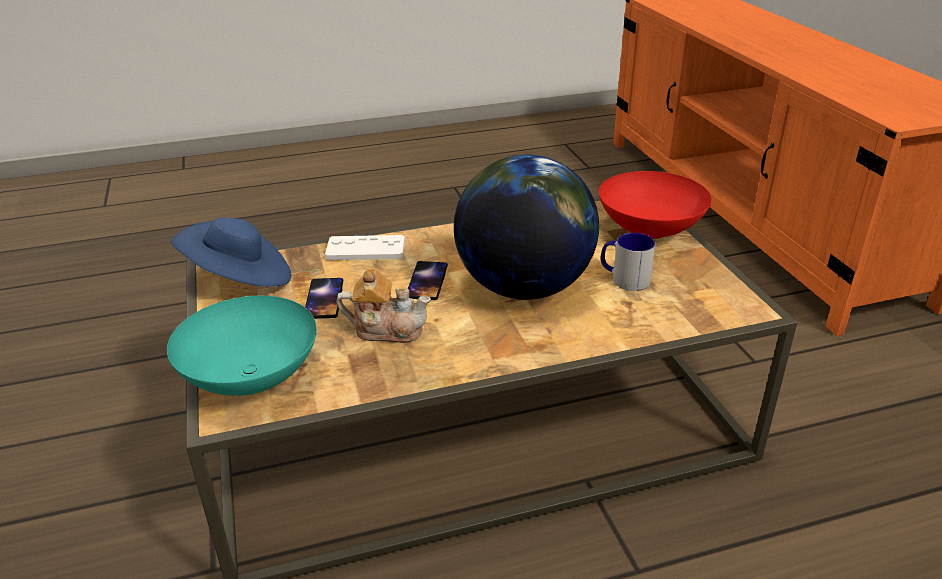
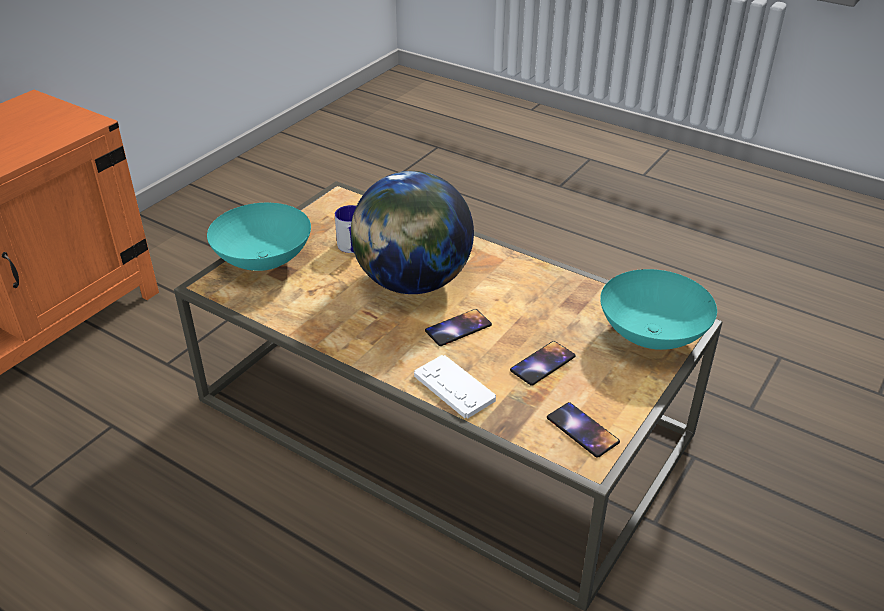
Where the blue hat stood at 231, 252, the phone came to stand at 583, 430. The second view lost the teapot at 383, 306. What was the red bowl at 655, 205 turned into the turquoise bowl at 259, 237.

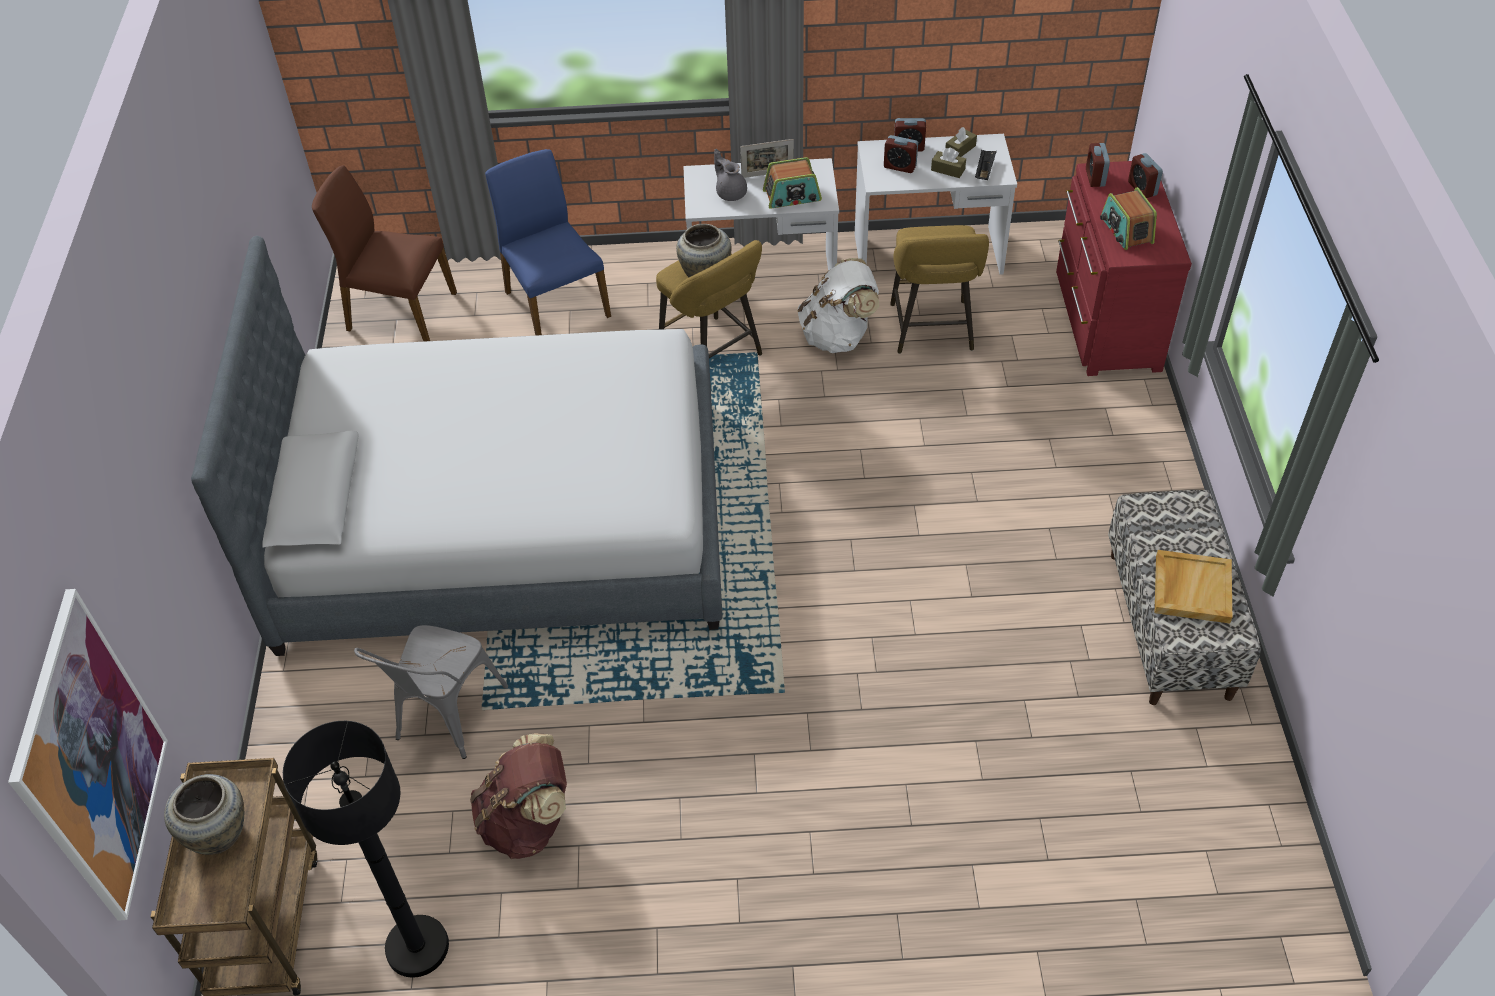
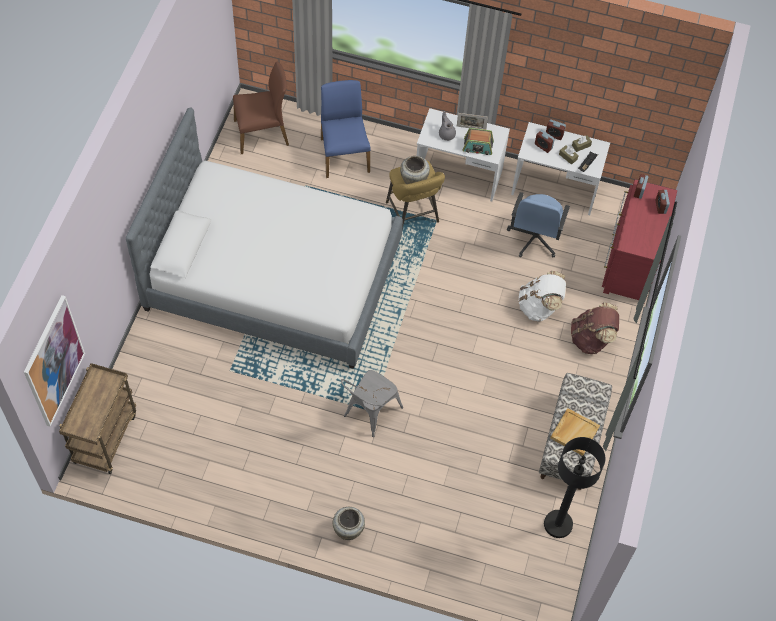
The beige vase ended up elsewhere, having gone from 204, 814 to 349, 523. The black floor lamp ended up elsewhere, having gone from 366, 849 to 574, 487. The brown chair at 384, 253 ended up facing another way, 135 degrees clockwise from before. The grey chair ended up elsewhere, having gone from 431, 692 to 372, 403. The brown backpack ended up elsewhere, having gone from 518, 796 to 595, 328. The white backpack ended up elsewhere, having gone from 838, 305 to 542, 296. Where the yellow stool stood at 939, 289, the blue office chair came to stand at 538, 224. The second view lost the radio at 1128, 218.

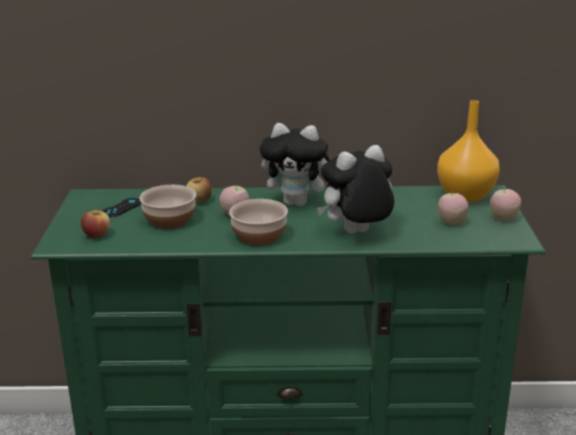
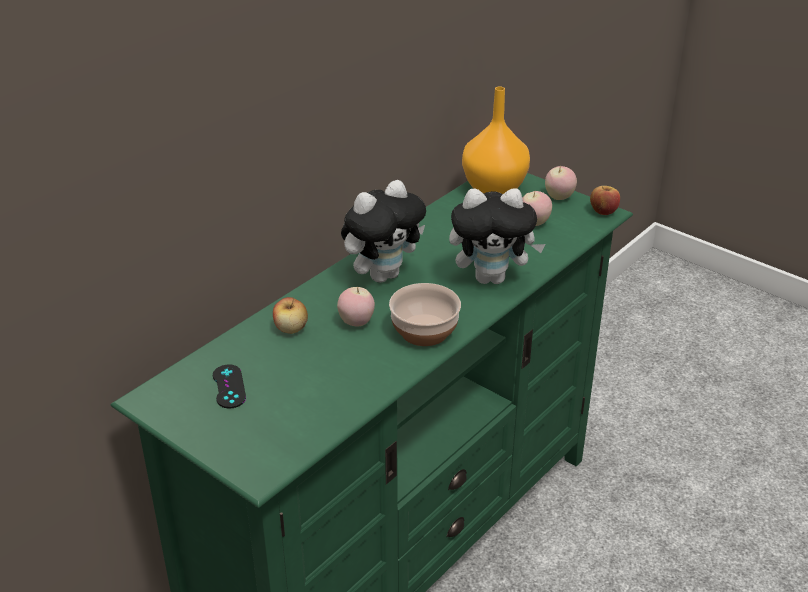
The apple ended up elsewhere, having gone from 95, 223 to 605, 200. The second view lost the bowl at 167, 207. The plush toy at 355, 189 ended up facing another way, 105 degrees counterclockwise from before.

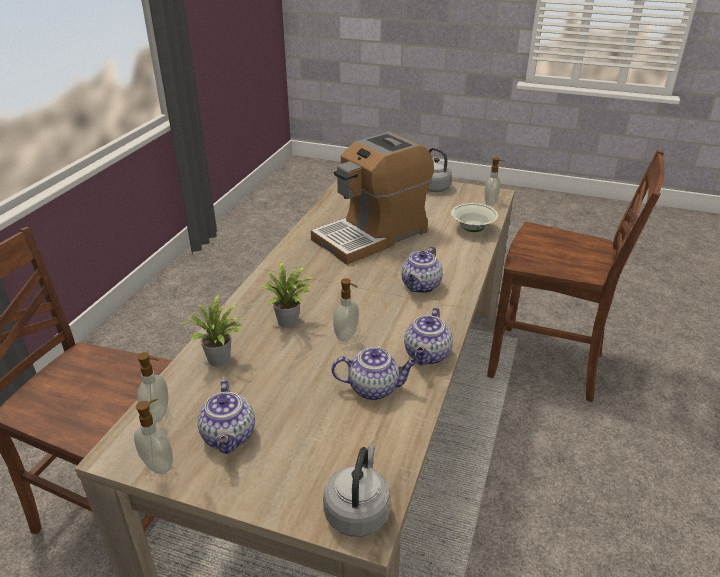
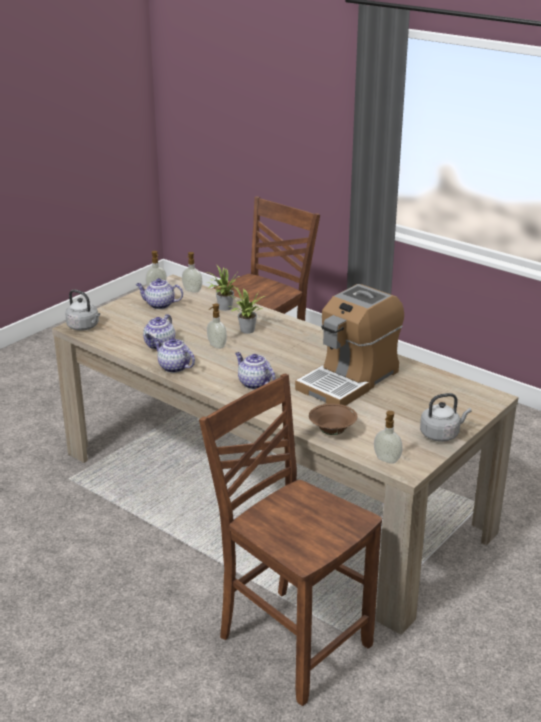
The coffee machine at 372, 198 ended up facing another way, 120 degrees counterclockwise from before. What was the white bowl at 474, 217 turned into the brown bowl at 333, 419. The brown chair at 575, 276 ended up facing another way, 90 degrees clockwise from before.

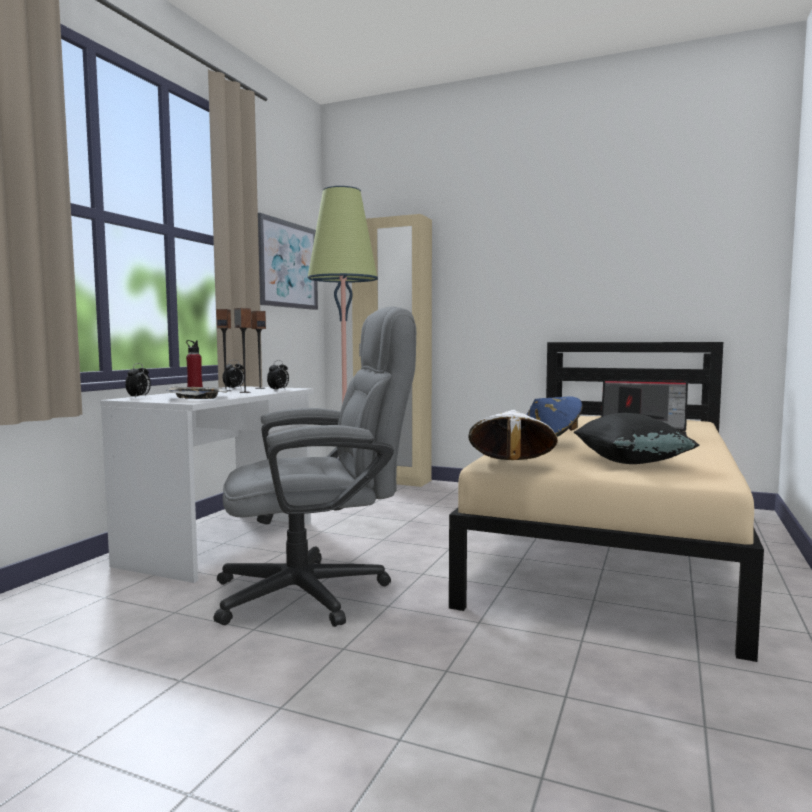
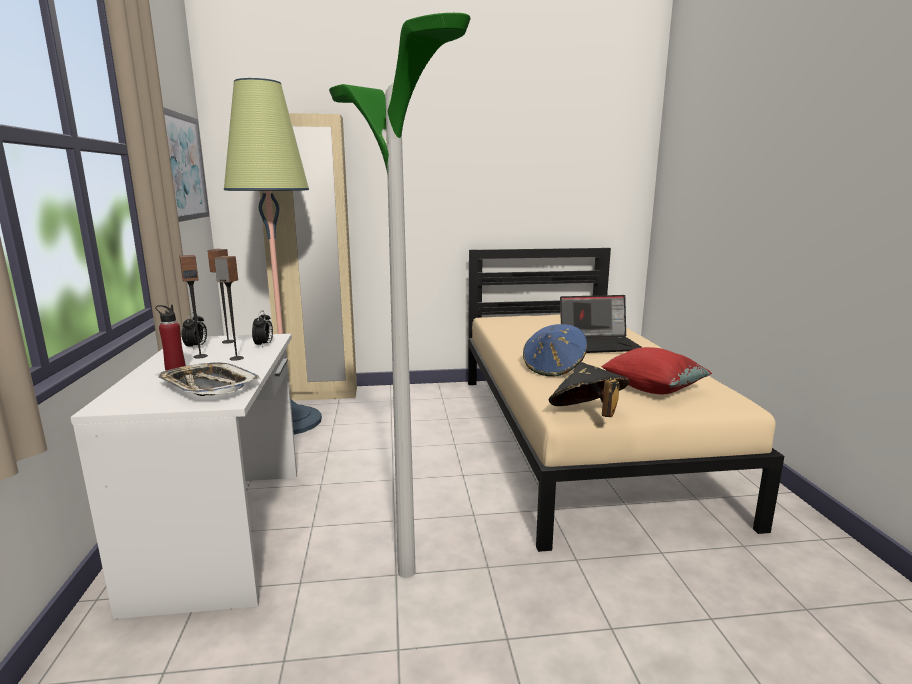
The second view lost the alarm clock at 138, 380. Where the grey office chair stood at 315, 466, the floor lamp came to stand at 400, 295. What was the white hat at 513, 435 turned into the black hat at 588, 389. What was the black pillow at 637, 438 turned into the red pillow at 656, 370.

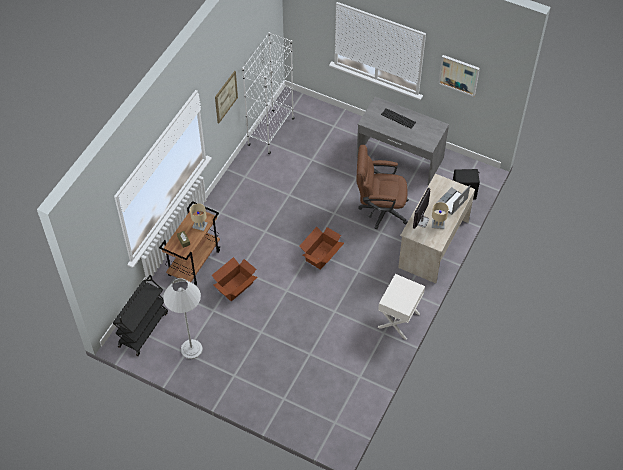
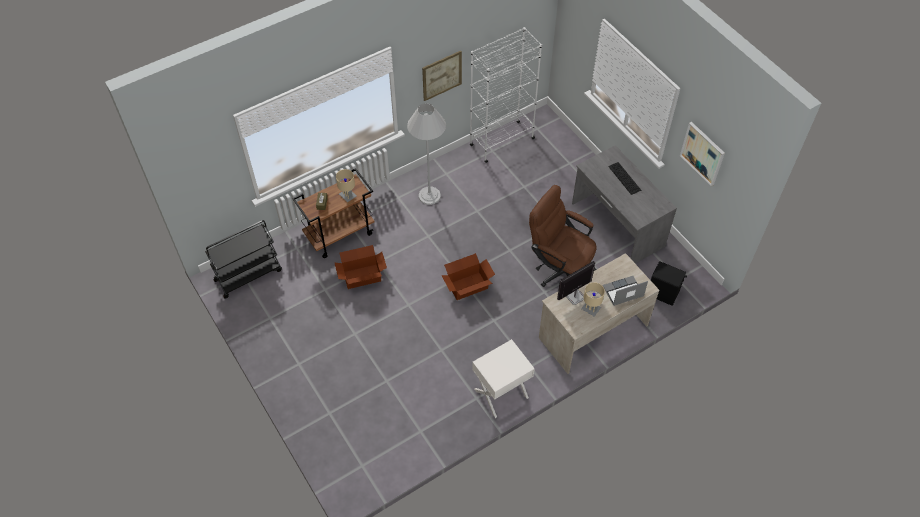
The white floor lamp ended up elsewhere, having gone from 183, 318 to 426, 154.

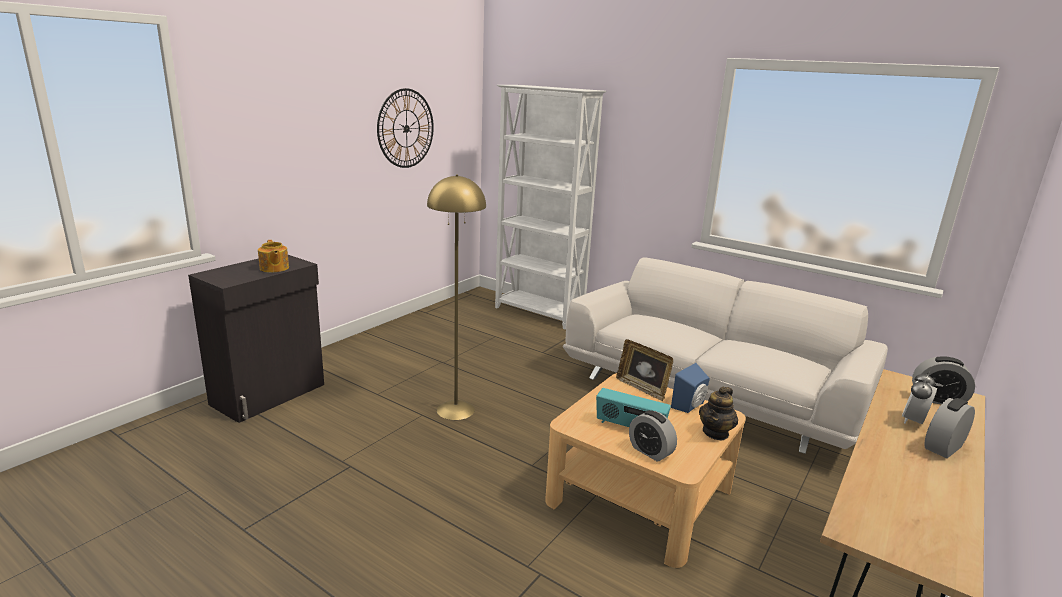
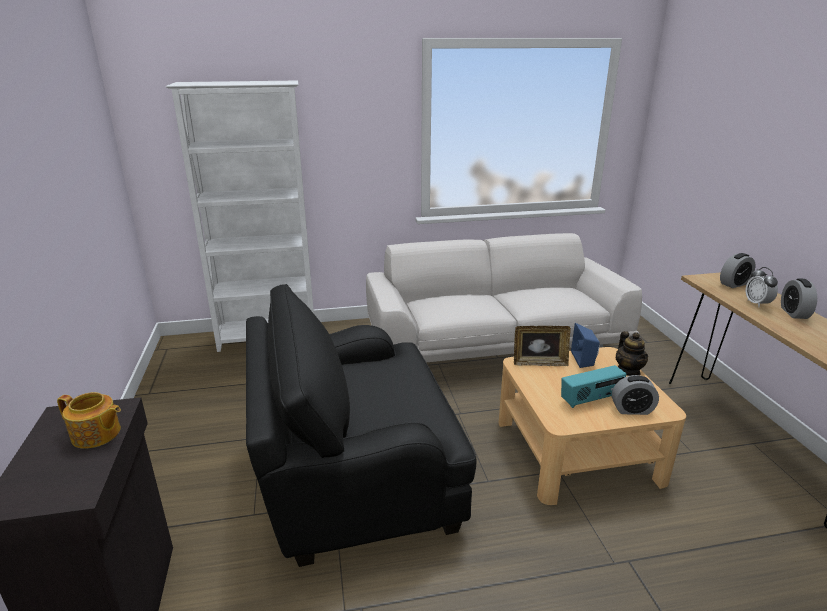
The second view lost the wall clock at 405, 128. Where the yellow floor lamp stood at 456, 297, the black armchair came to stand at 361, 425.

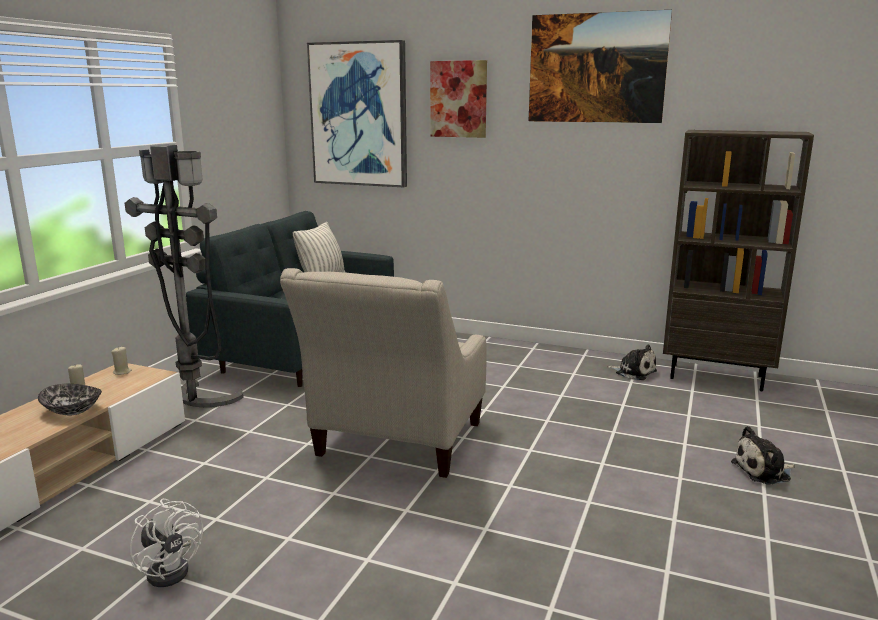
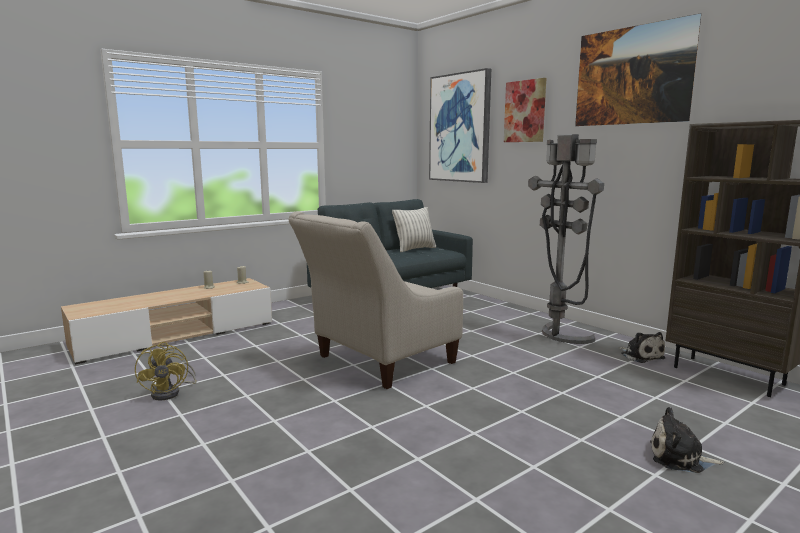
The second view lost the bowl at 70, 399. The grey floor lamp ended up elsewhere, having gone from 184, 275 to 566, 239. What was the white fan at 166, 543 turned into the yellow fan at 166, 371.

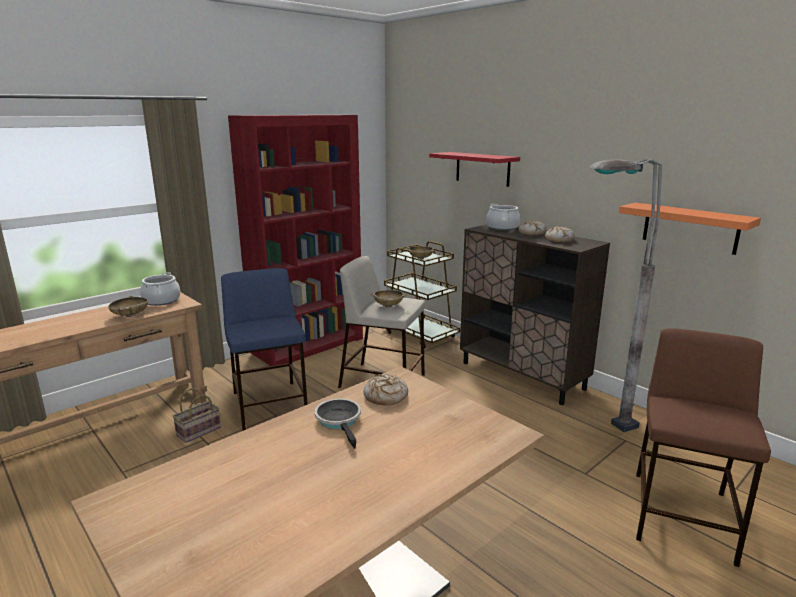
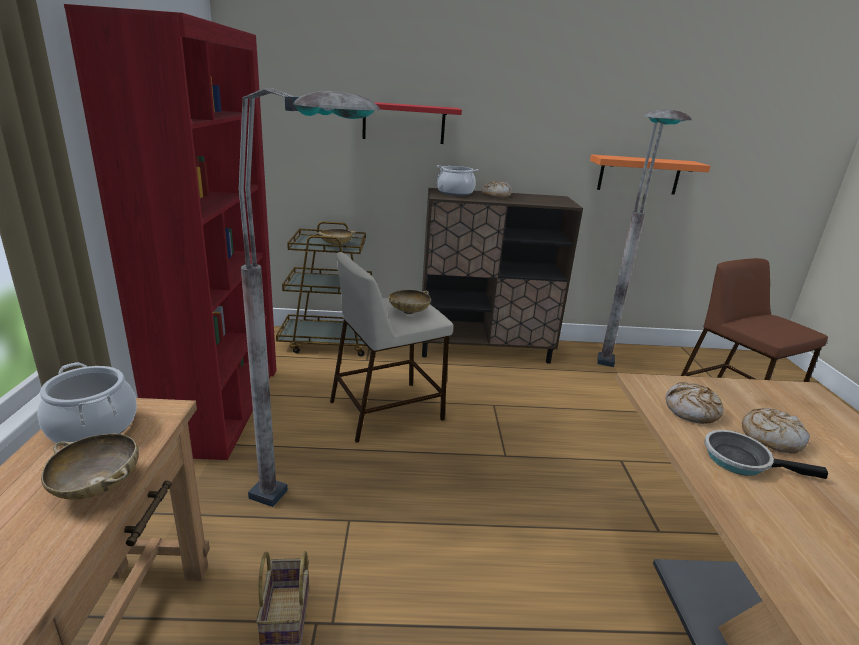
Where the blue stool stood at 264, 349, the grey floor lamp came to stand at 309, 297. The bread ended up elsewhere, having gone from 560, 234 to 776, 430.

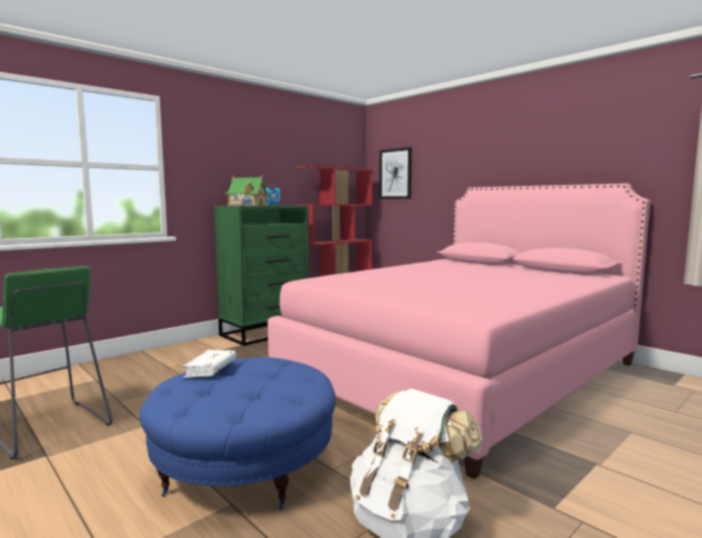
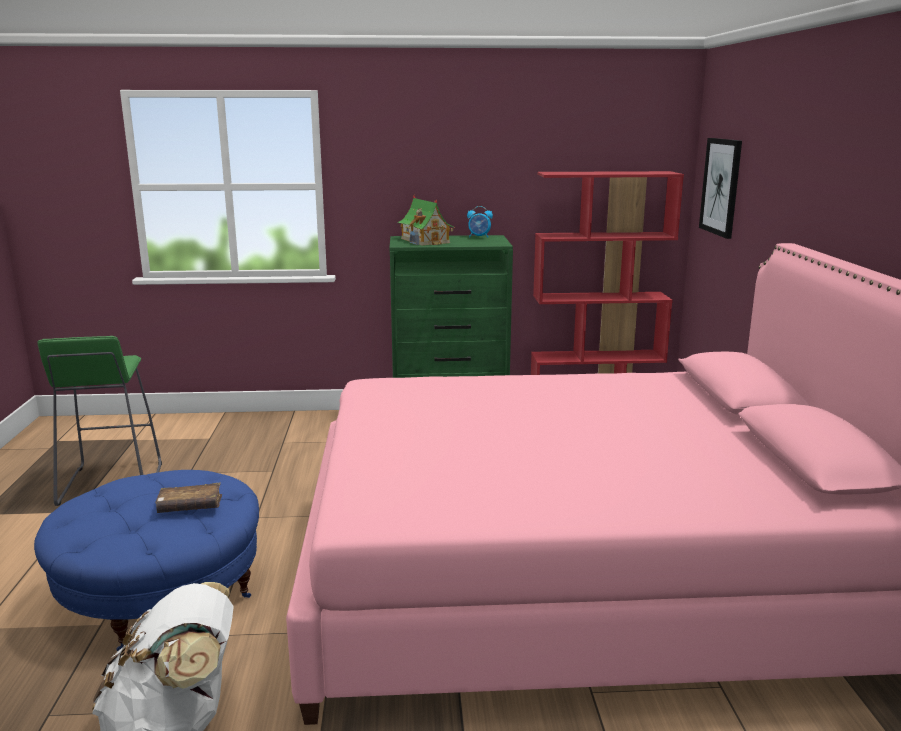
The second view lost the white book at 209, 364. The second view gained the brown book at 188, 498.

